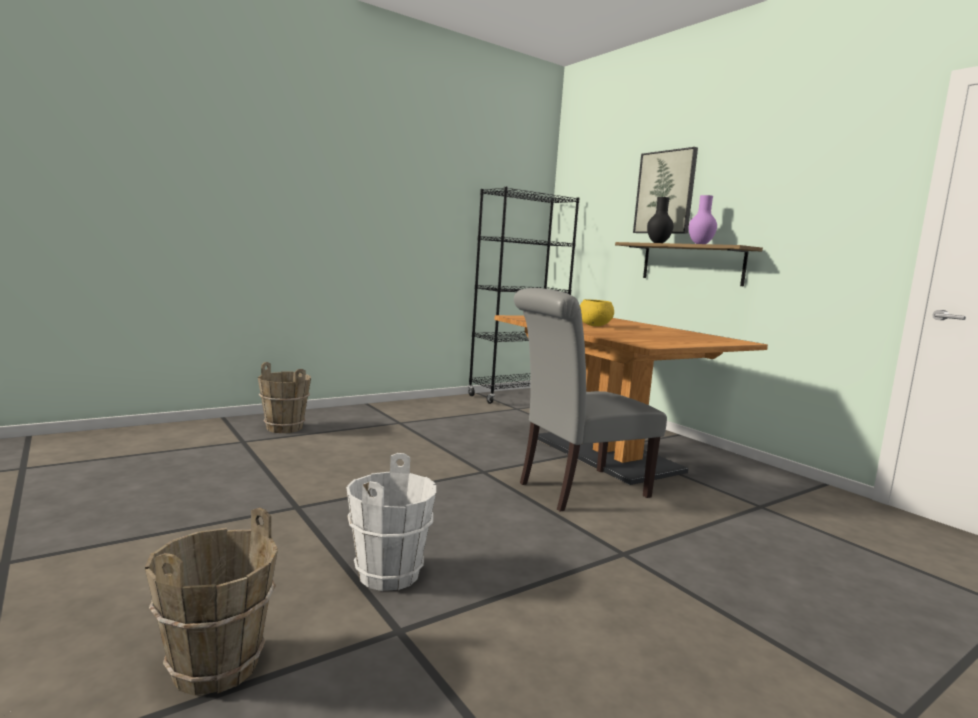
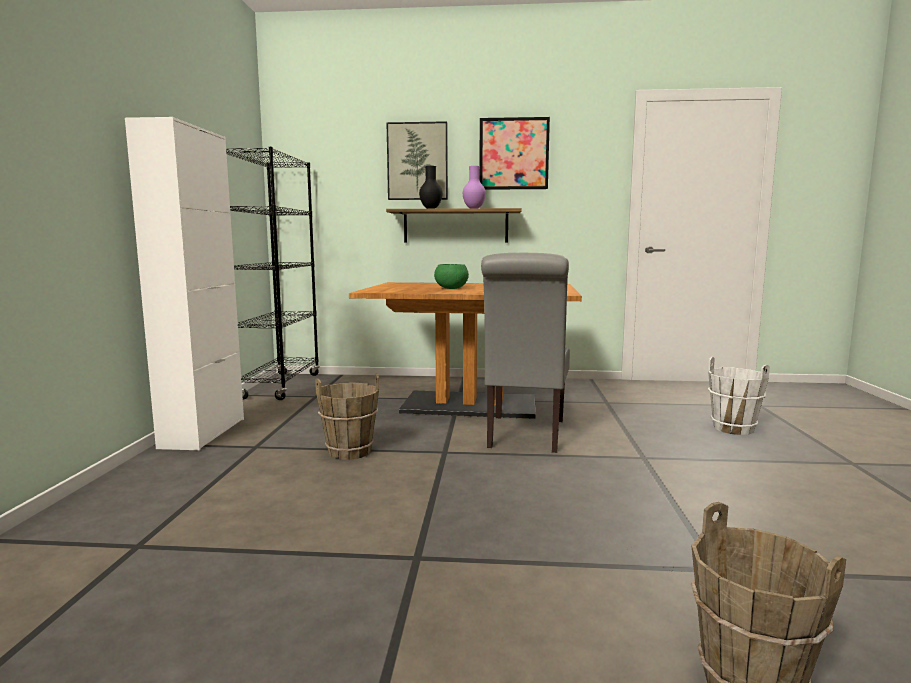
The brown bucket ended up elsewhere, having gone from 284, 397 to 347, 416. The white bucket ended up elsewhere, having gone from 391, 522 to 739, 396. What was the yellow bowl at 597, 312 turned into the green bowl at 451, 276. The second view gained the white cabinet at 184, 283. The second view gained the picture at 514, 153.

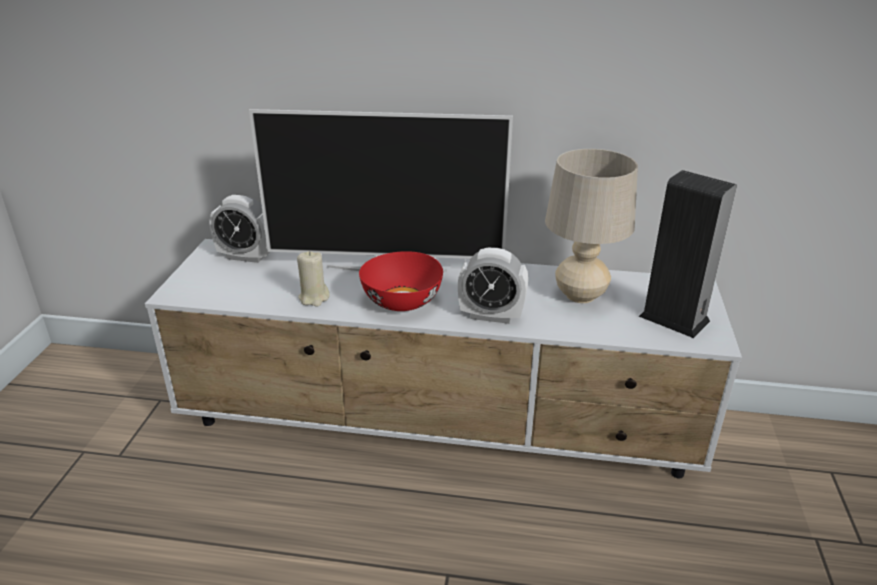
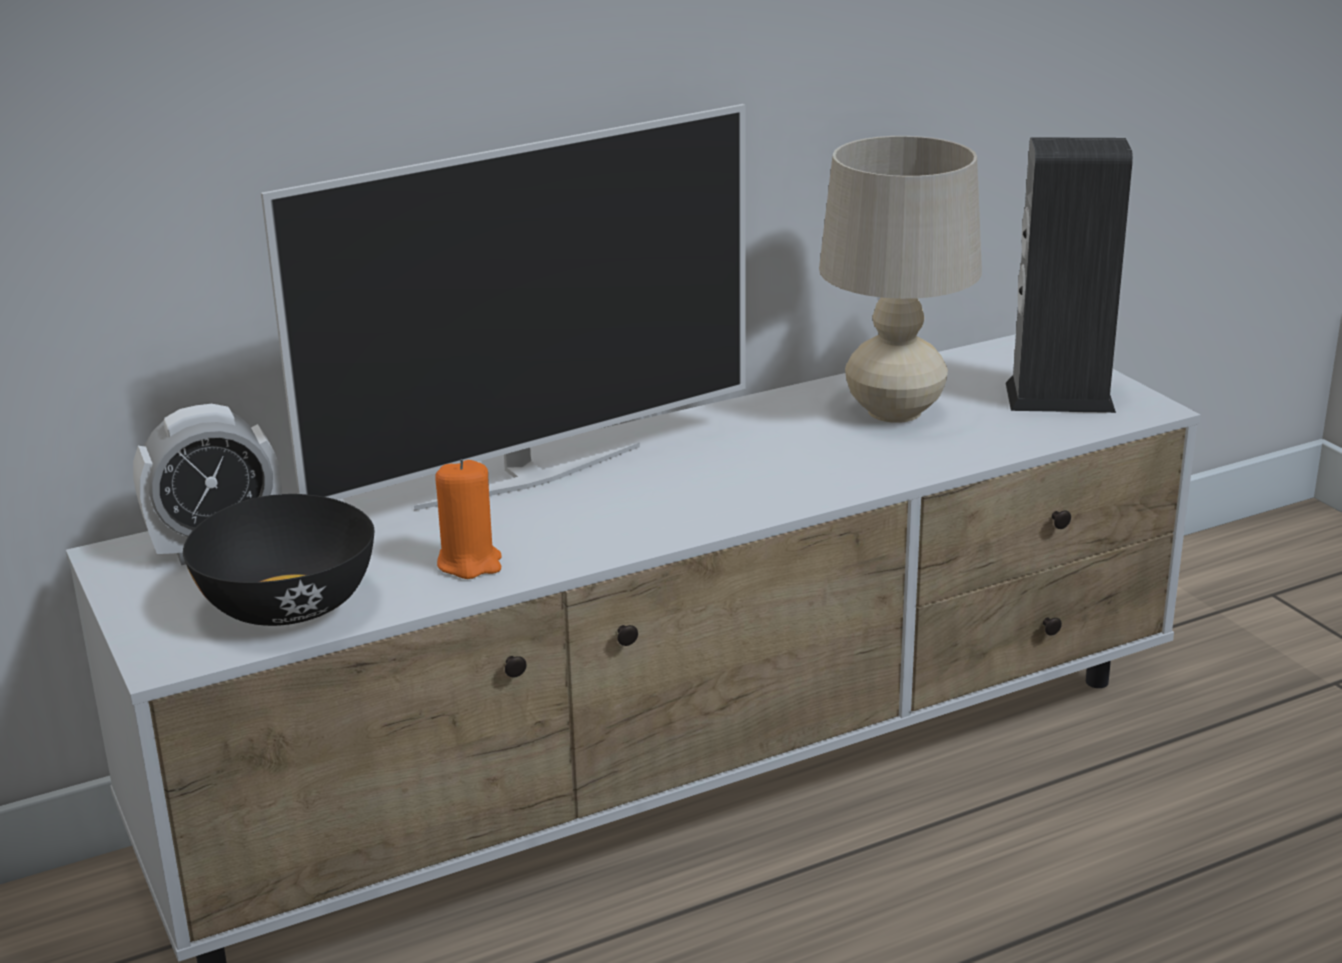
What was the beige candle at 313, 278 turned into the orange candle at 468, 519. The second view lost the red bowl at 401, 281. The second view lost the alarm clock at 493, 286. The second view gained the black bowl at 278, 560.

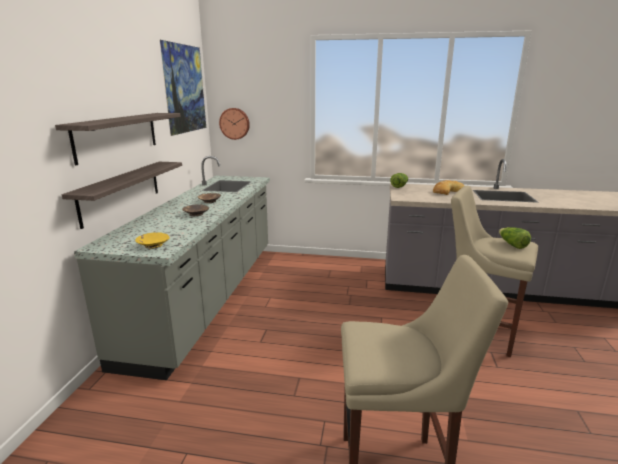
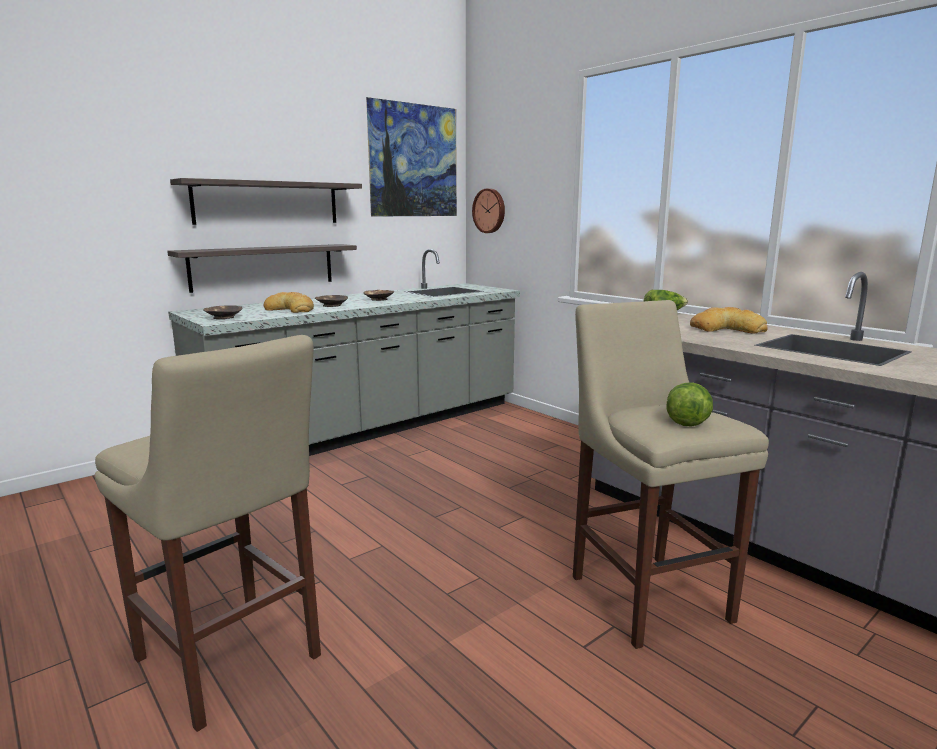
What was the yellow bowl at 152, 240 turned into the brown bowl at 222, 312. The second view gained the bread at 289, 302.

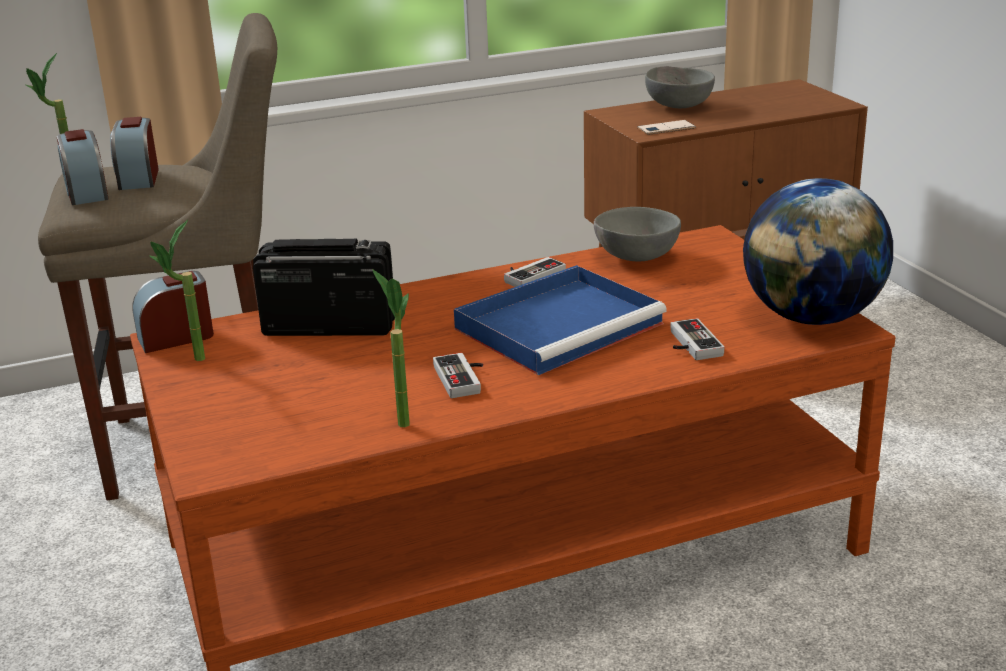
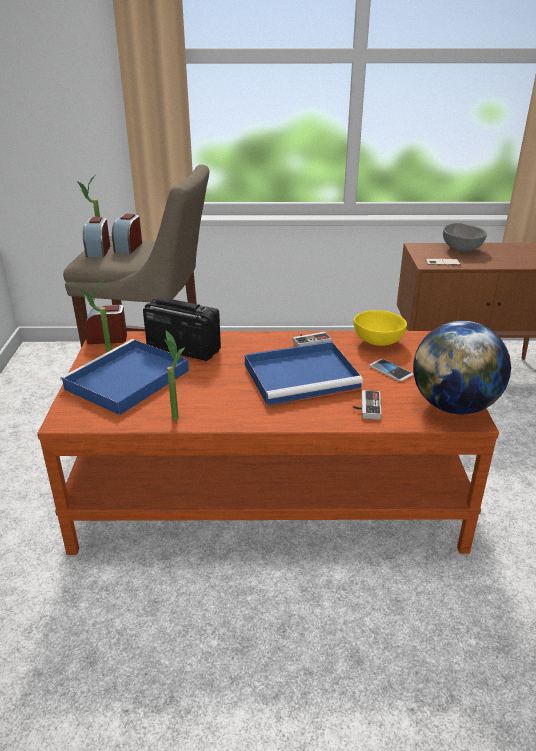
The second view lost the game controller at 458, 375. What was the grey bowl at 637, 234 turned into the yellow bowl at 380, 328. The second view gained the blue tray at 124, 377. The second view gained the phone at 391, 370.

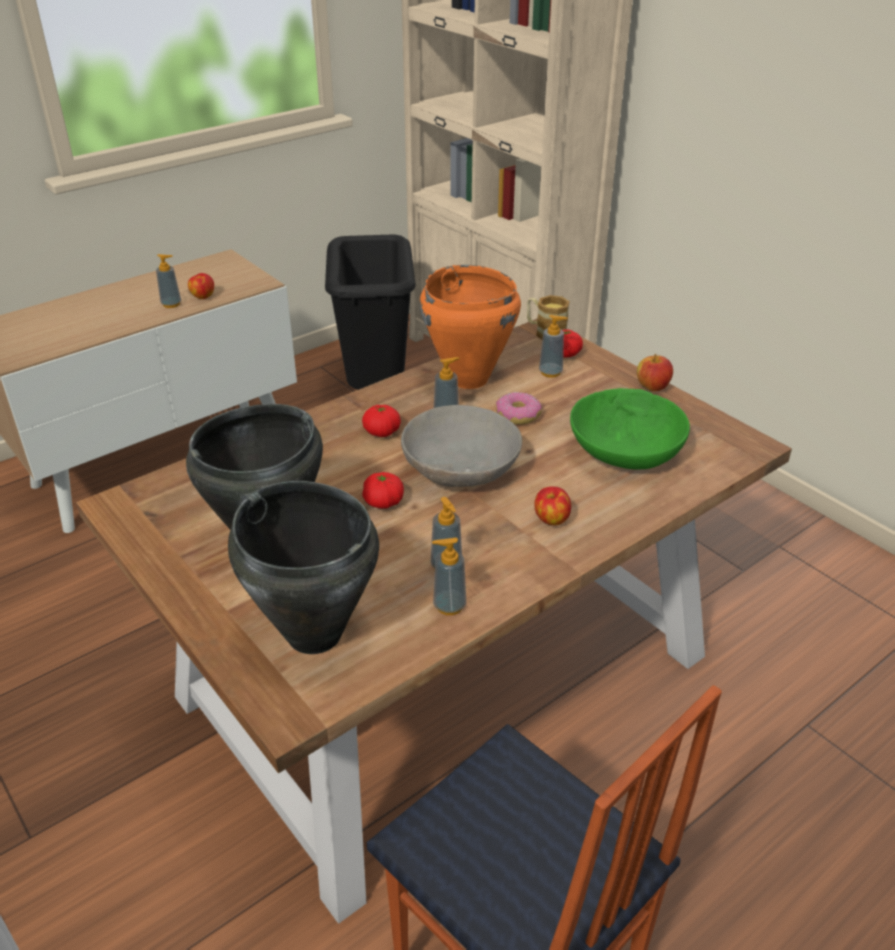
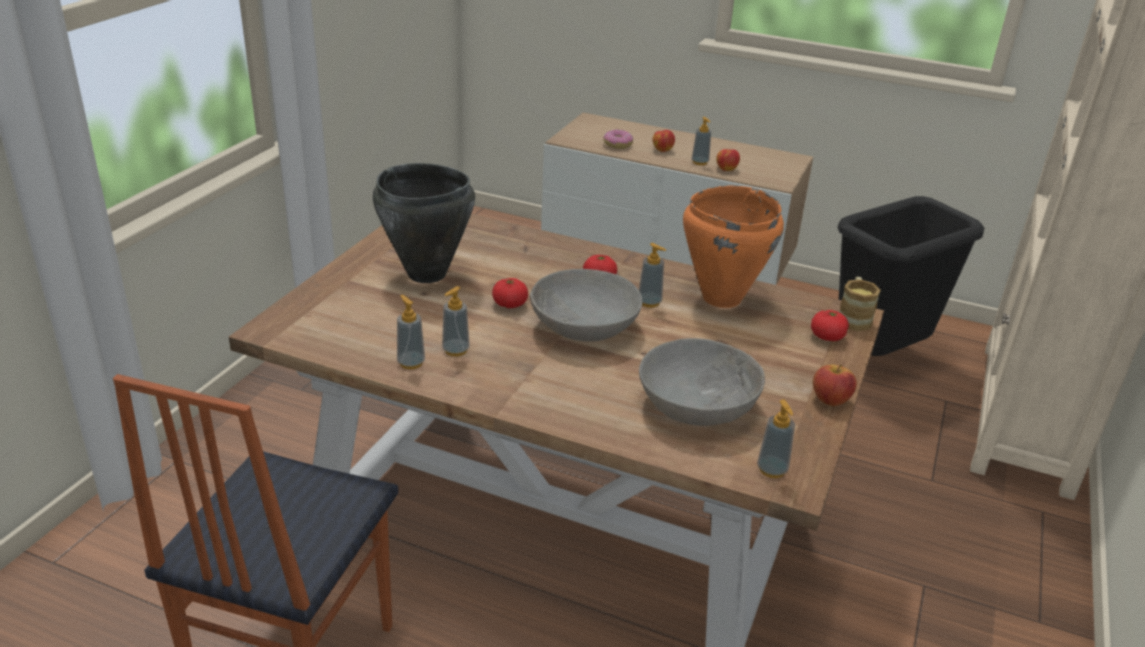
The second view lost the black cooking pot at 303, 567. The donut ended up elsewhere, having gone from 519, 408 to 618, 139. The apple ended up elsewhere, having gone from 552, 506 to 664, 141. The soap dispenser ended up elsewhere, having gone from 553, 346 to 776, 438. What was the green bowl at 630, 429 turned into the grey bowl at 702, 382.

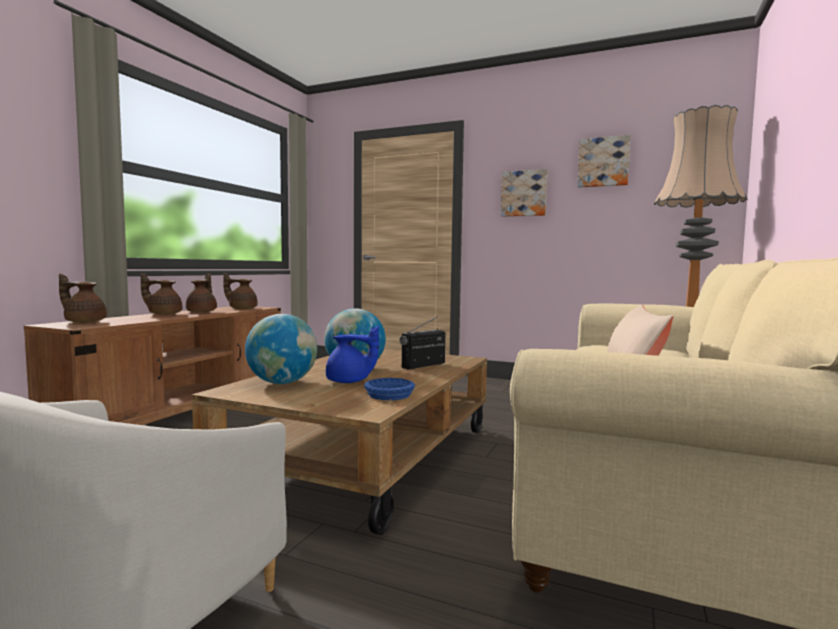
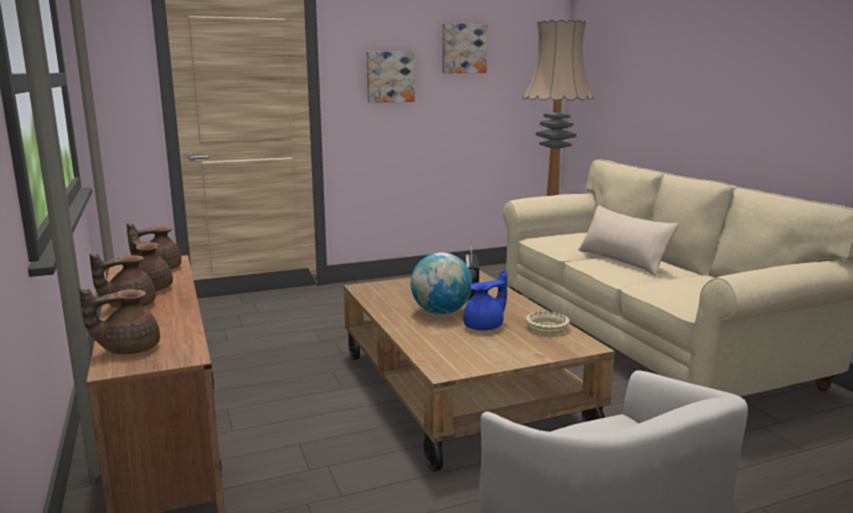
The second view lost the globe at 281, 349. What was the blue bowl at 389, 389 turned into the beige bowl at 547, 323.

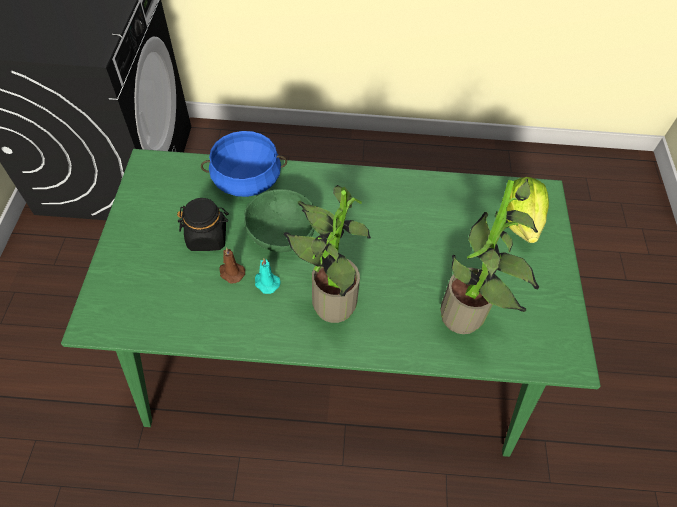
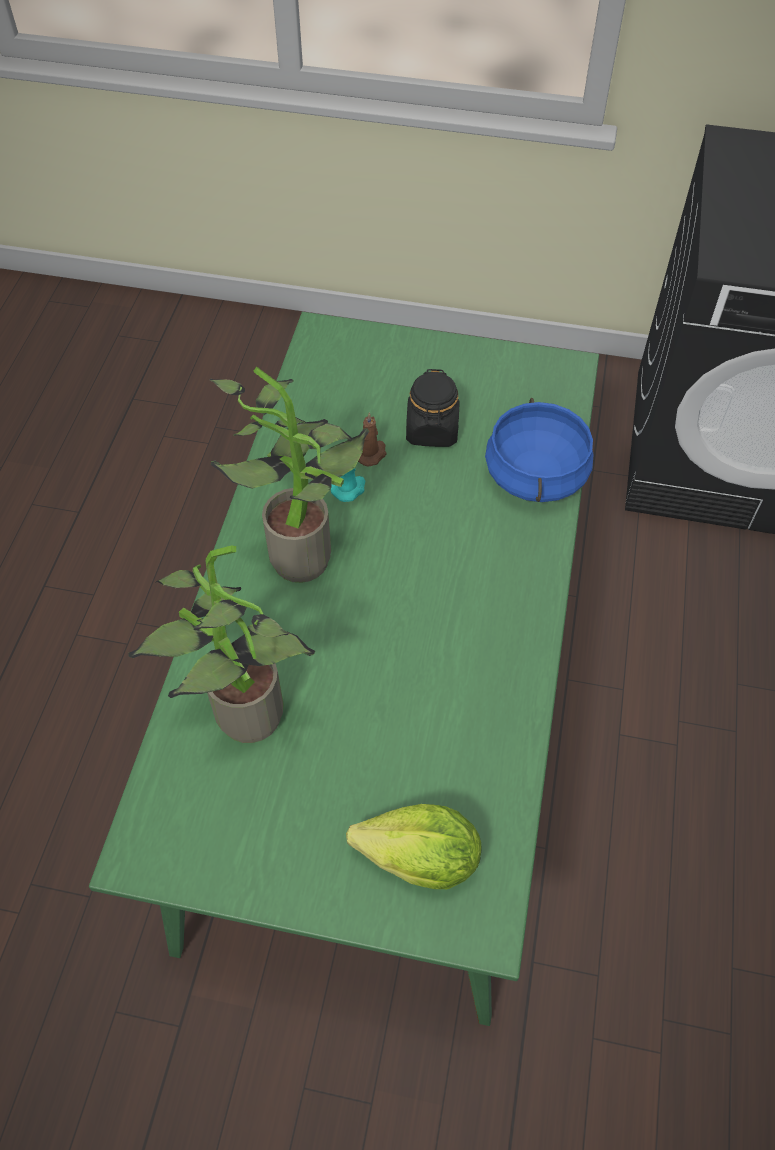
The second view lost the green bowl at 279, 220.

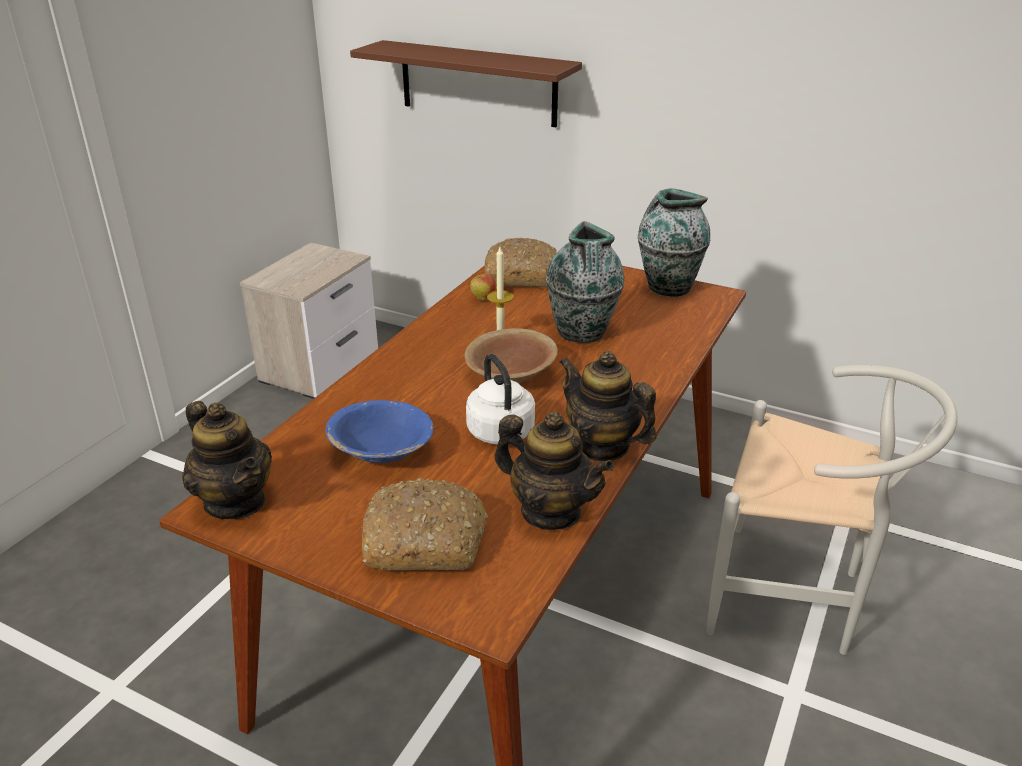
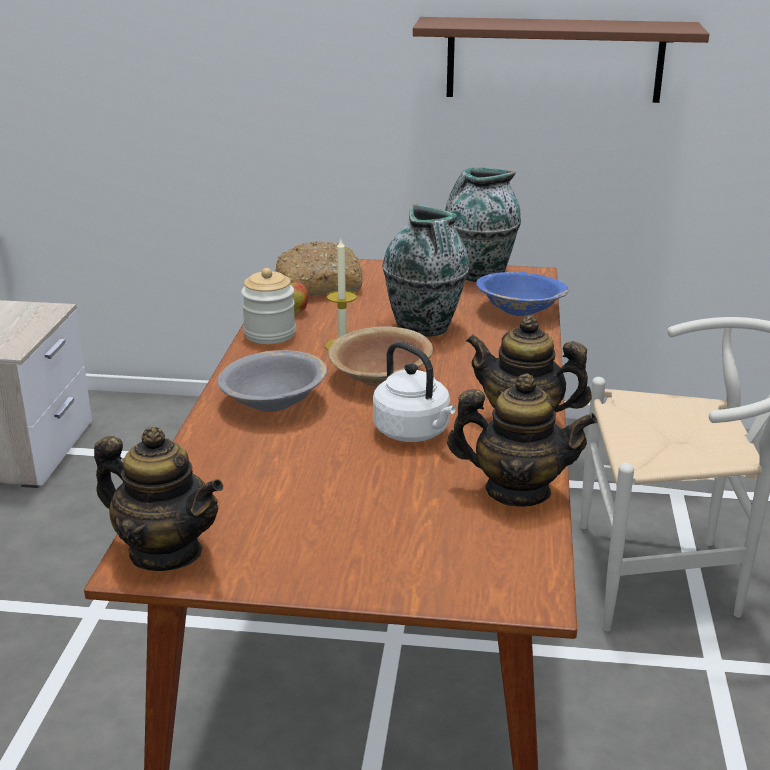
The blue bowl ended up elsewhere, having gone from 379, 431 to 522, 294. The brown shelf ended up elsewhere, having gone from 466, 83 to 561, 60. The second view lost the bread at 425, 524. The second view gained the grey bowl at 272, 381. The second view gained the jar at 268, 306.

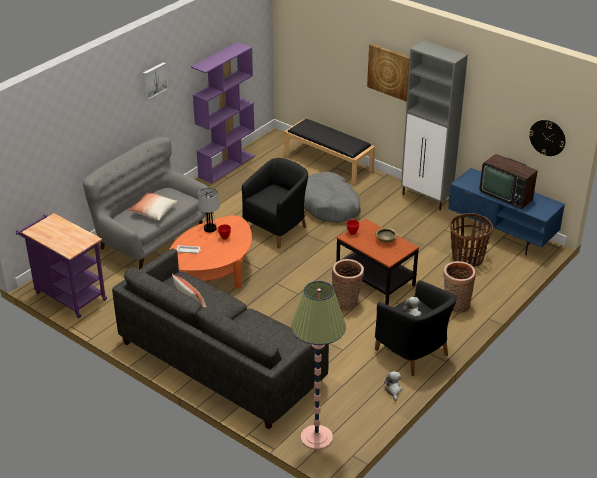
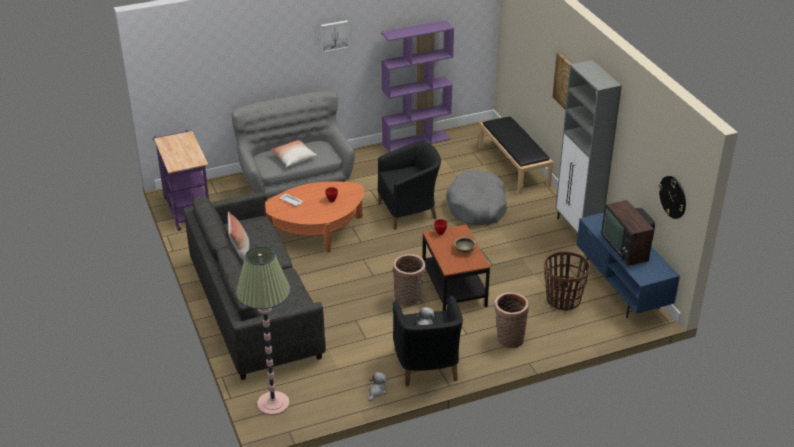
The second view lost the table lamp at 209, 210.

